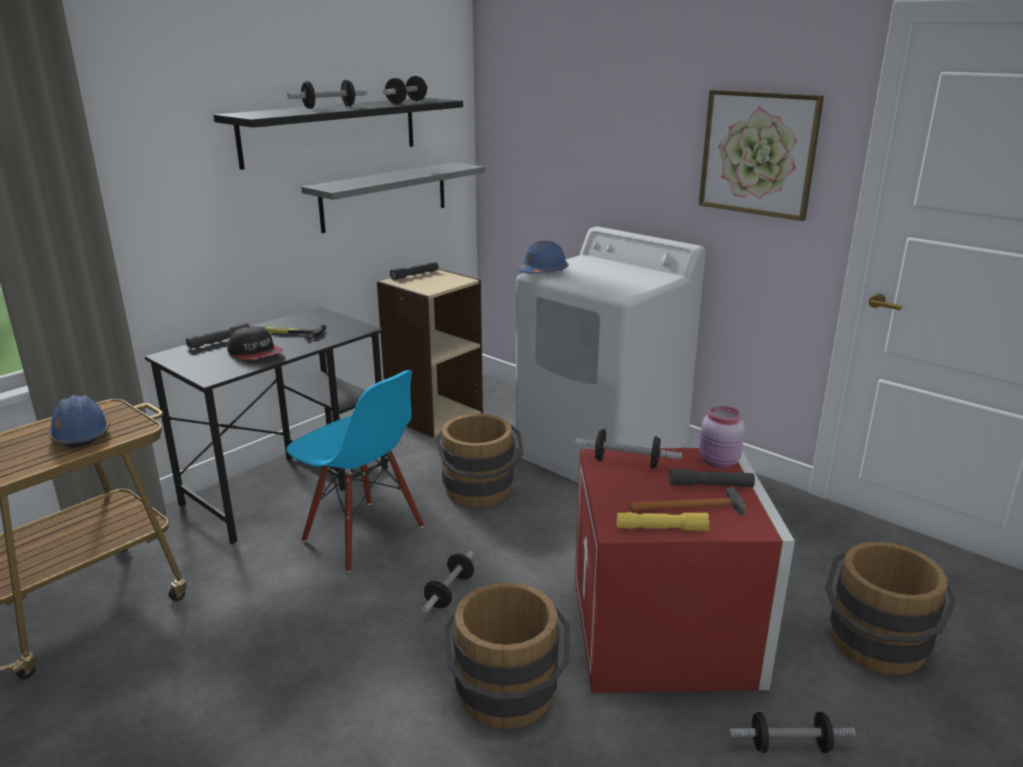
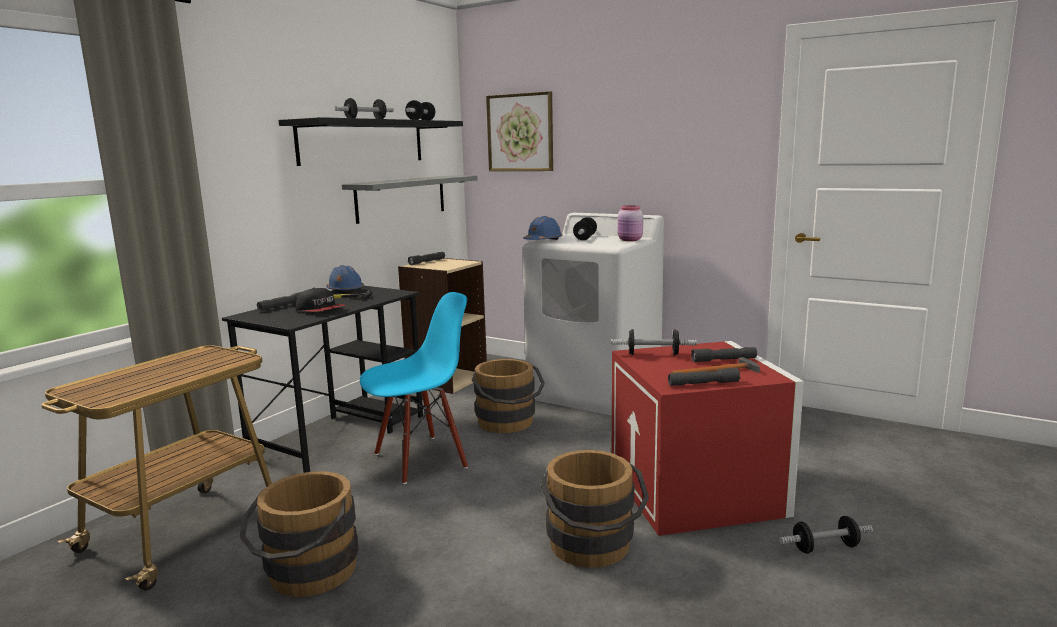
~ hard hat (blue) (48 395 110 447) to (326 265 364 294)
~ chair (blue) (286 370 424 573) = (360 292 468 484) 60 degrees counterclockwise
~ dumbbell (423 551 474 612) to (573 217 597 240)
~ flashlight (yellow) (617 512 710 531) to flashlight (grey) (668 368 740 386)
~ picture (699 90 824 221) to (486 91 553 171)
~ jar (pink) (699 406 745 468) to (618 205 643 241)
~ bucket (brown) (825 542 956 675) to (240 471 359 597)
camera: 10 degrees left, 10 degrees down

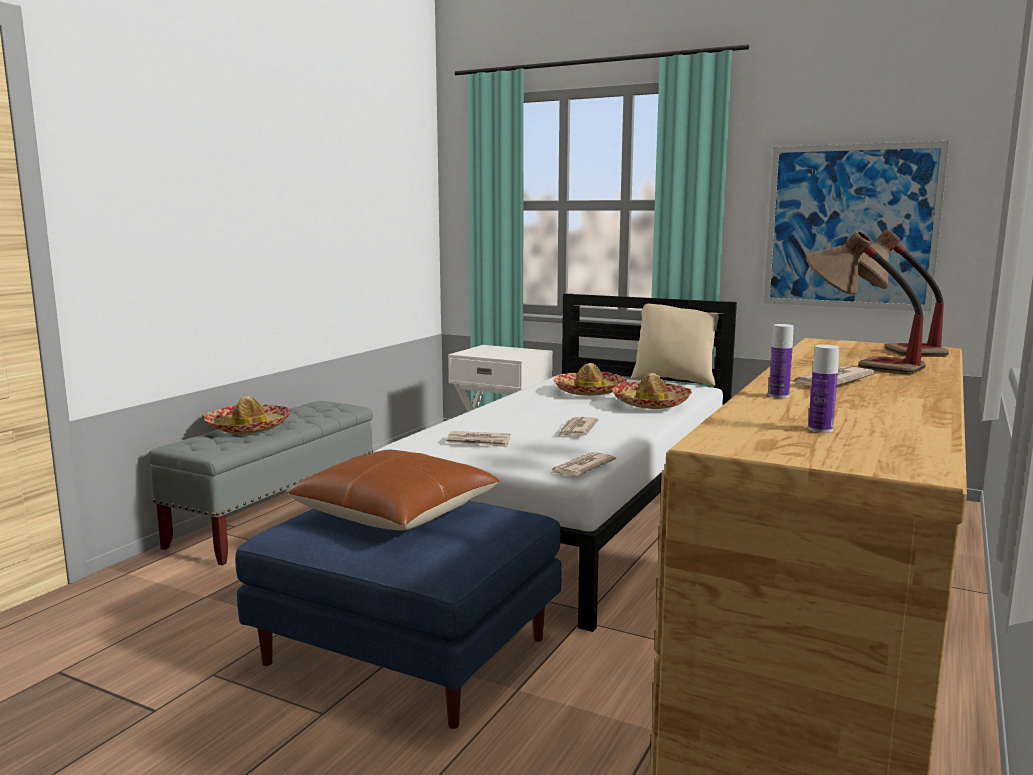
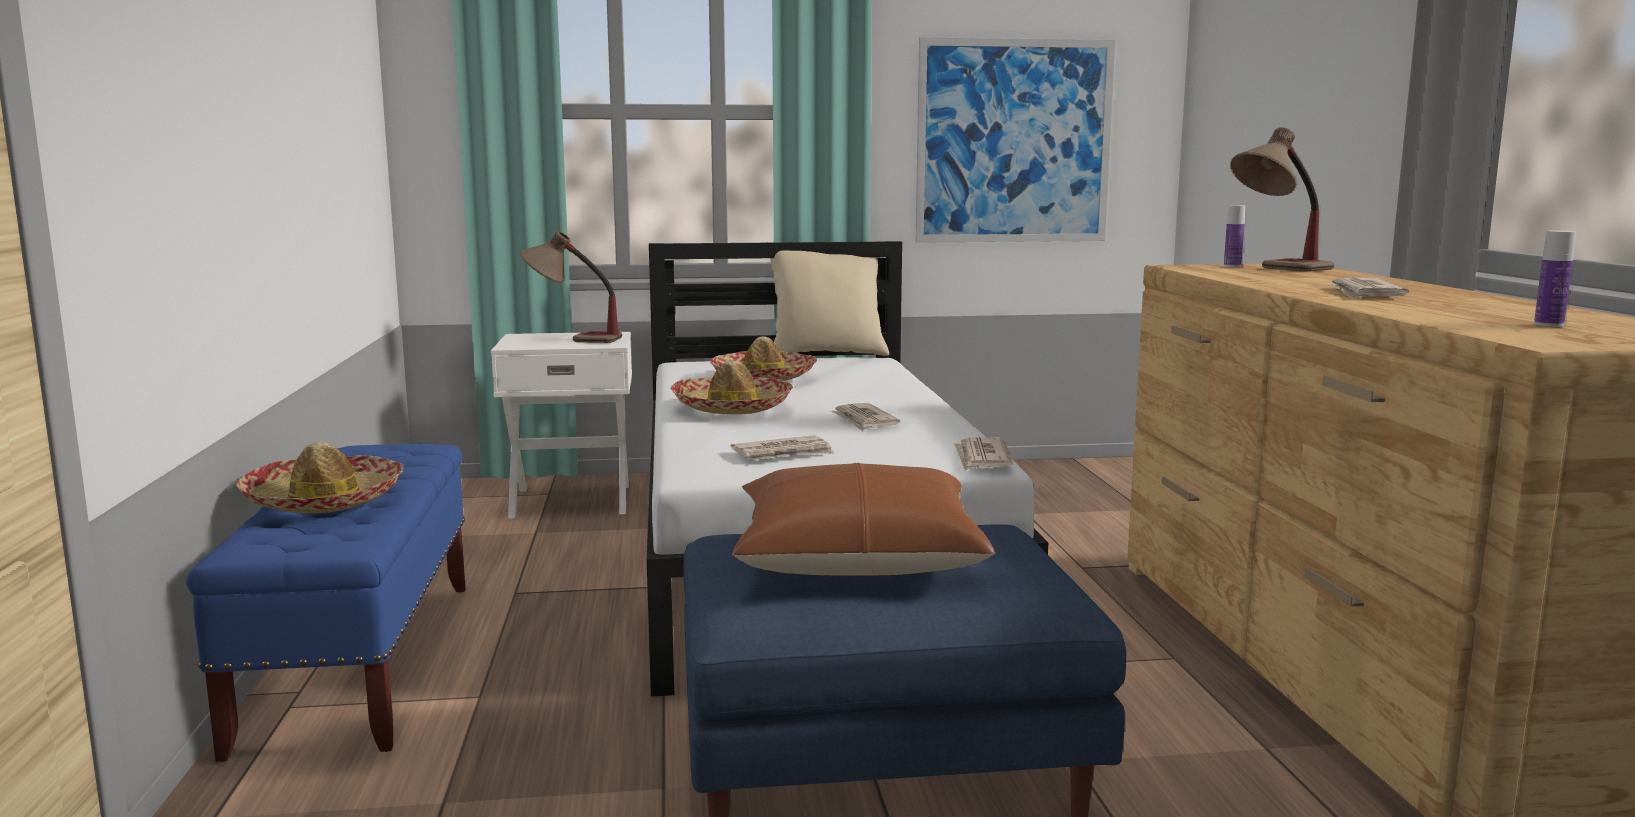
~ bench (grey) (148 401 373 566) to bench (blue) (186 443 465 762)
~ hat (611 373 692 409) to (670 360 793 415)
~ bottle (769 324 794 398) to (1224 205 1245 267)
~ table lamp (806 231 926 375) to (520 231 622 343)
camera: 35 degrees left, 0 degrees up

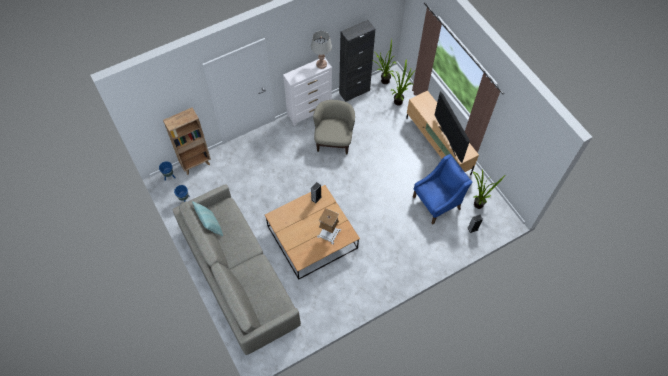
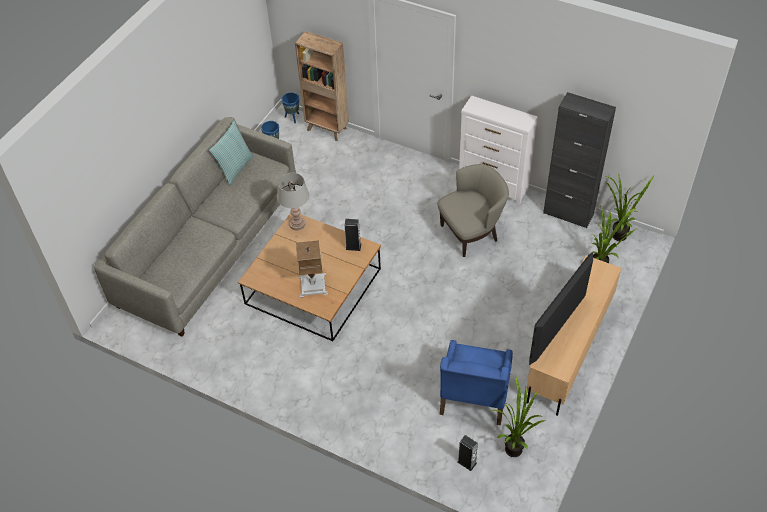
~ table lamp (grey) (311 31 332 69) to (277 173 309 231)
~ armchair (blue) (413 154 472 224) = (440 340 513 425) 75 degrees clockwise
camera: 60 degrees right, 10 degrees down

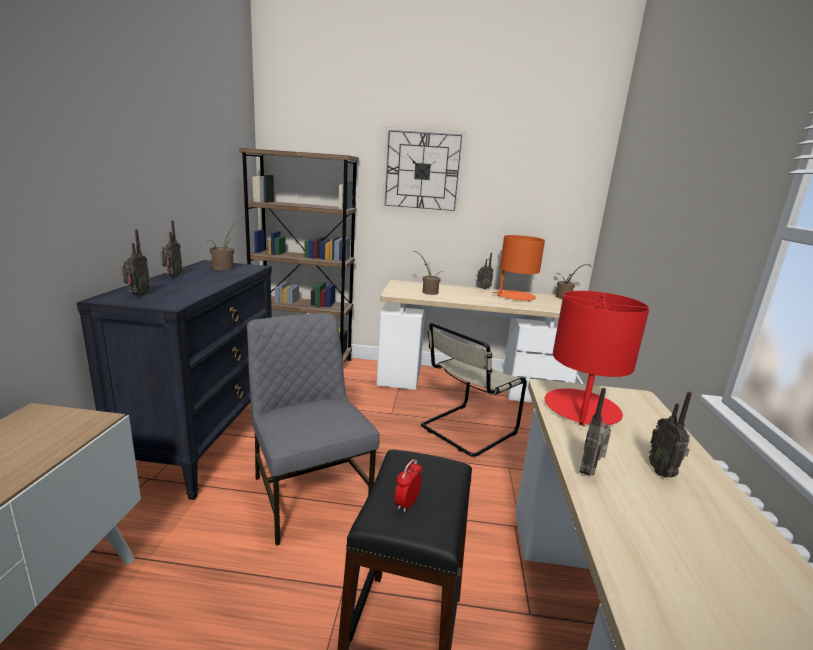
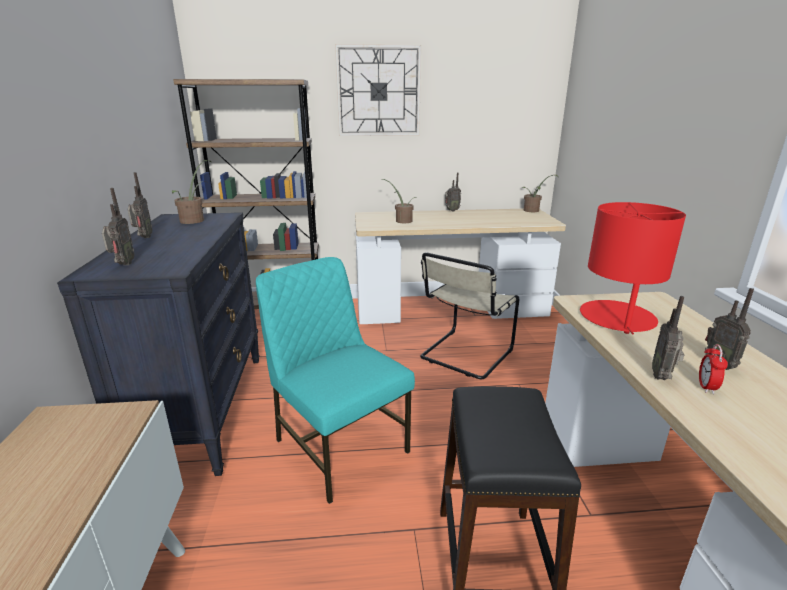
~ chair (grey) (247 313 380 546) to chair (turquoise) (256 257 415 504)
~ alarm clock (395 459 422 512) to (699 344 728 394)
- table lamp (orange) (492 235 545 302)
camera: 10 degrees left, 5 degrees up

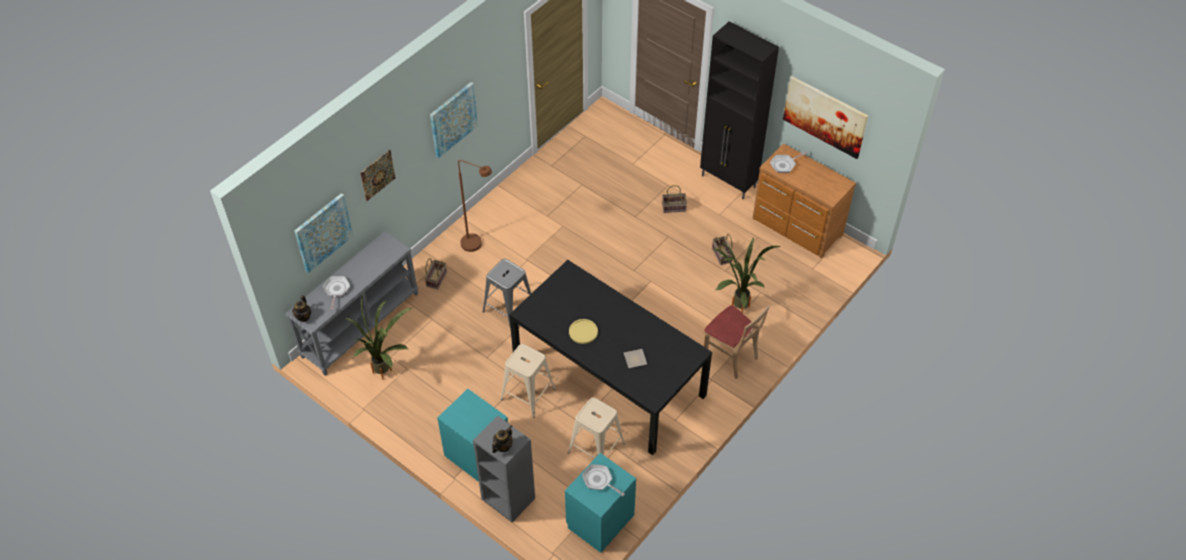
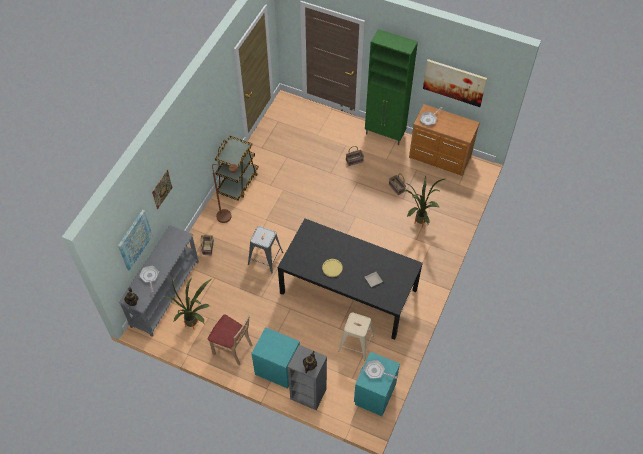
- picture (430 82 478 158)
- stool (beige) (501 344 556 417)
~ cabinet (black) (700 22 779 199) to cabinet (green) (365 29 418 145)
~ chair (beige) (704 305 770 379) to (208 314 252 365)
+ cart (brown) (215 136 259 201)
camera: 15 degrees left, 5 degrees up

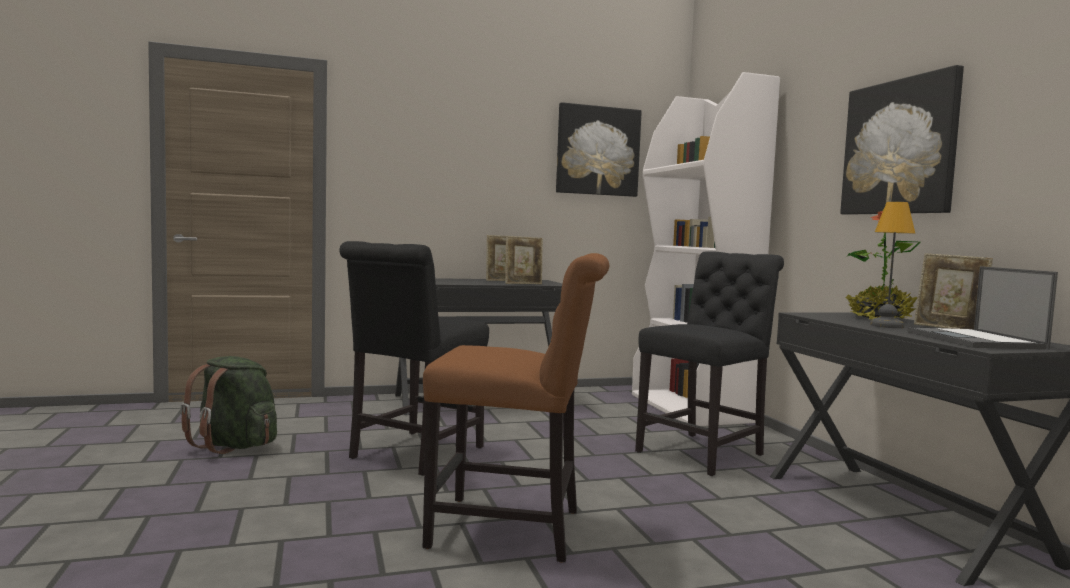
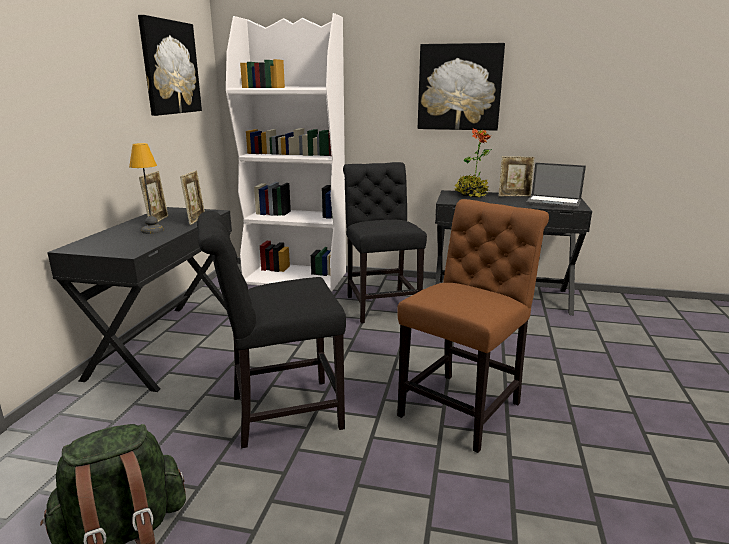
~ chair (black) (340 241 489 476) = (197 211 346 448) 105 degrees clockwise
~ table lamp (870 202 915 328) to (129 143 164 234)
camera: 60 degrees left, 15 degrees up

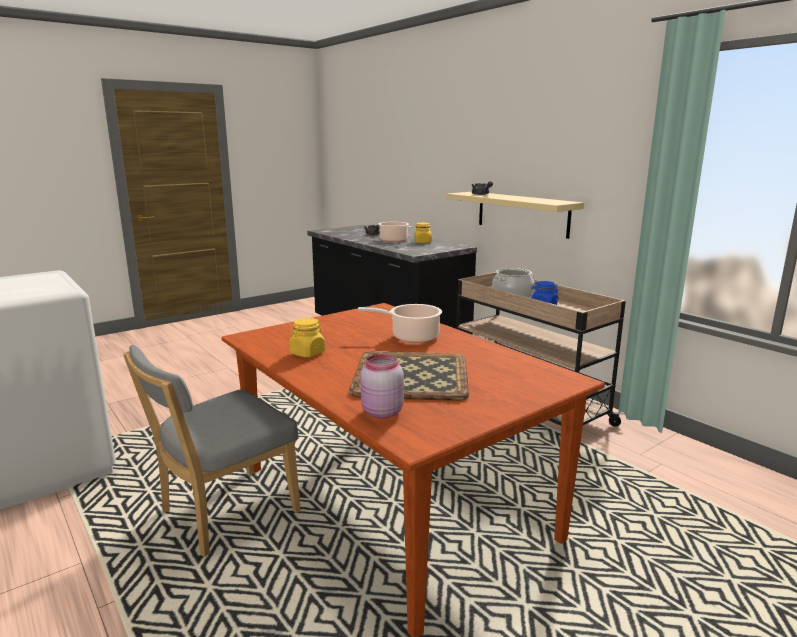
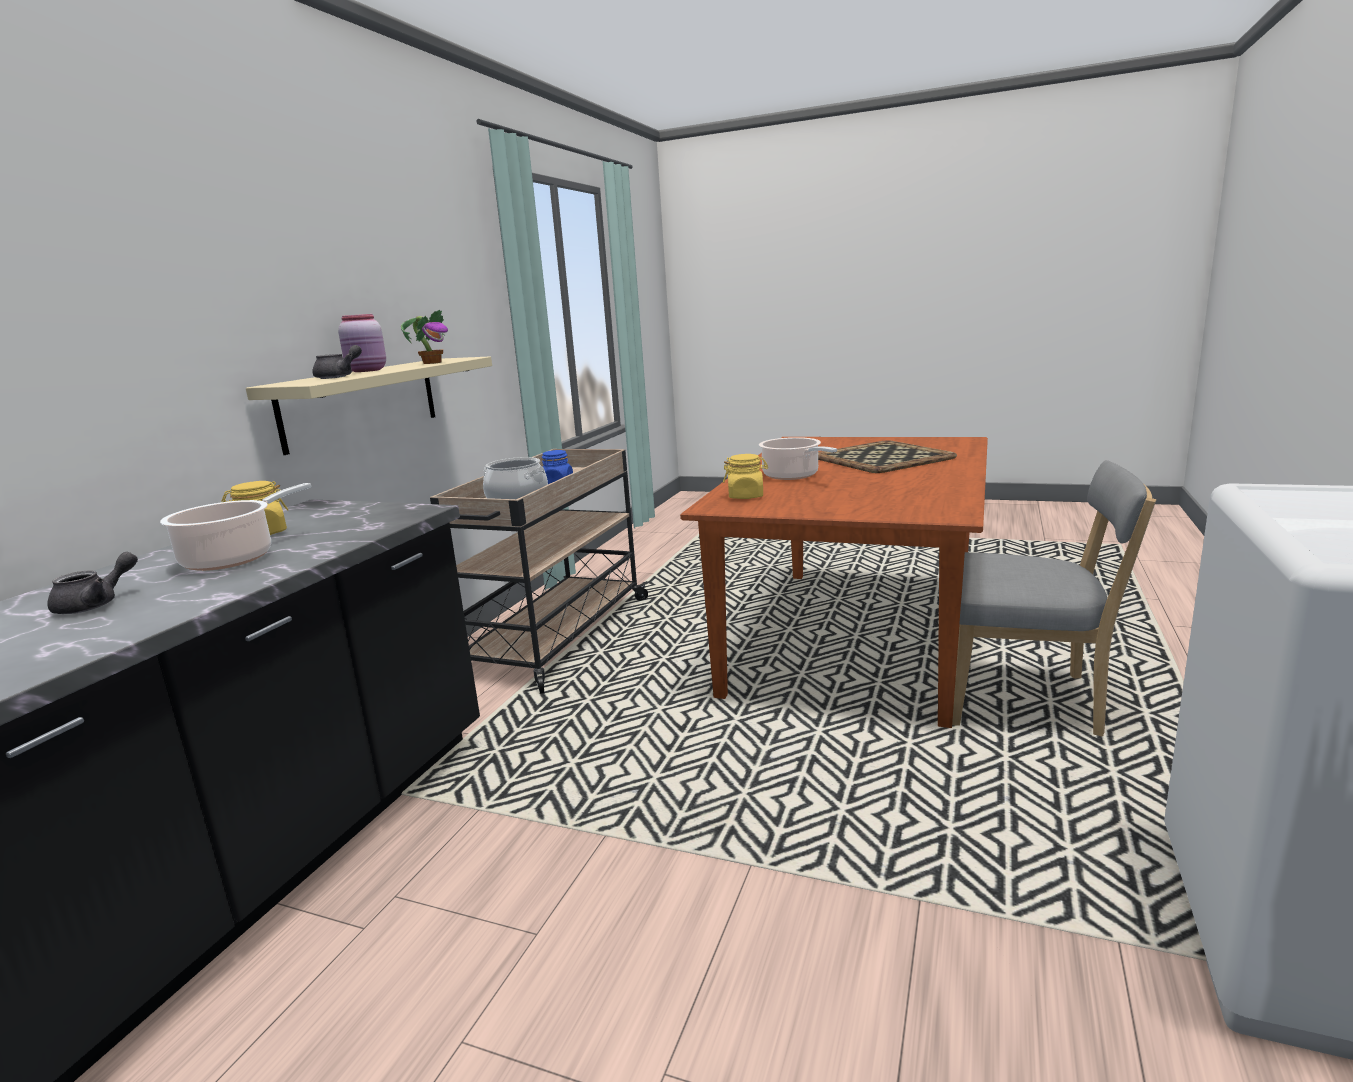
~ jar (yellow) (289 318 325 357) to (723 454 768 499)
~ jar (pink) (360 354 404 419) to (338 314 386 372)
+ potted plant (401 309 448 364)
camera: 120 degrees left, 0 degrees up

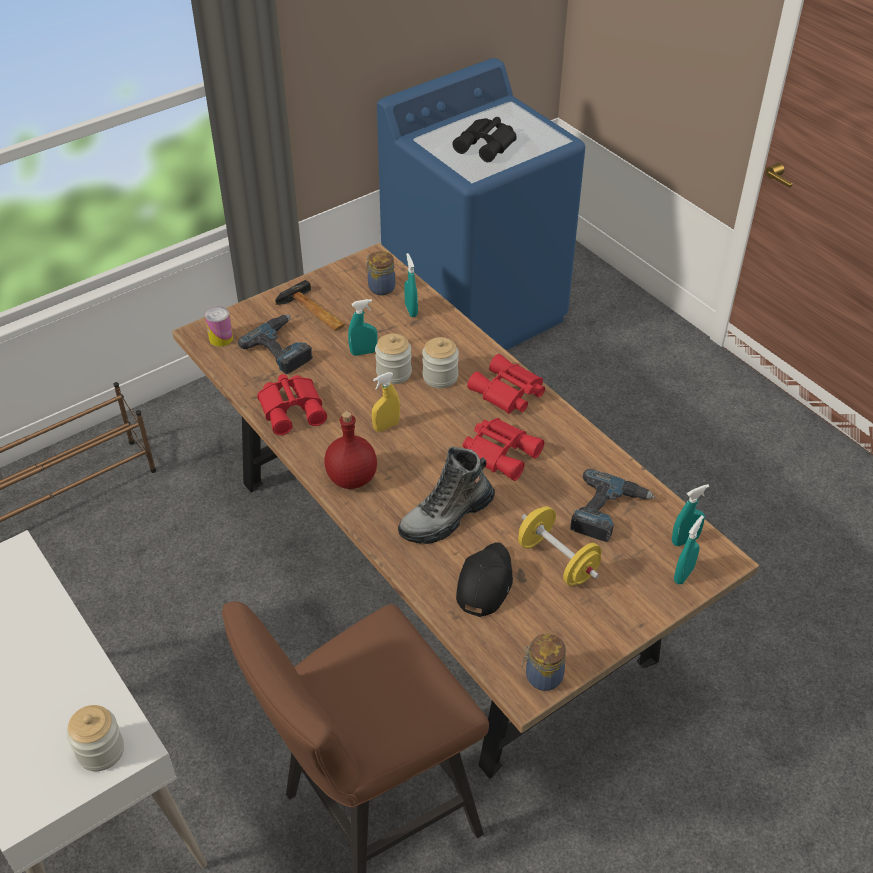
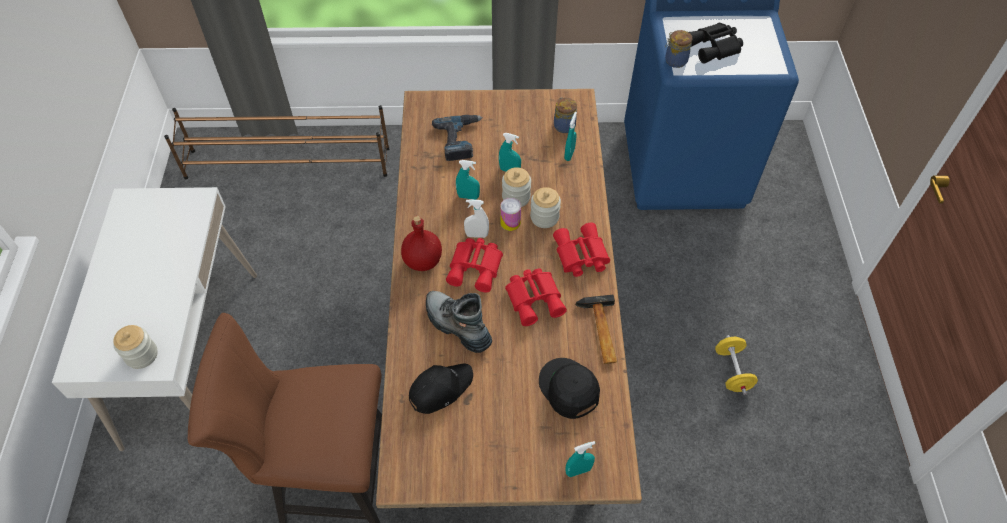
~ can (205 306 233 347) to (501 198 521 231)
~ binoculars (red) (257 374 327 435) to (446 238 503 292)
~ hammer (275 280 345 331) to (576 294 617 364)
~ spray bottle (yellow) (372 372 400 432) to spray bottle (white) (464 199 489 238)
~ boot (398 447 495 544) = (426 291 492 353) 45 degrees clockwise
~ dumbbell (yellow) (518 506 602 586) to (715 335 758 395)
~ jar (522 634 566 691) to (665 30 693 68)
~ power drill (570 469 655 542) to cap (black) (539 358 600 419)
~ spray bottle (turquoise) (672 484 709 546) to (456 160 480 200)
camera: 35 degrees right, 10 degrees up

